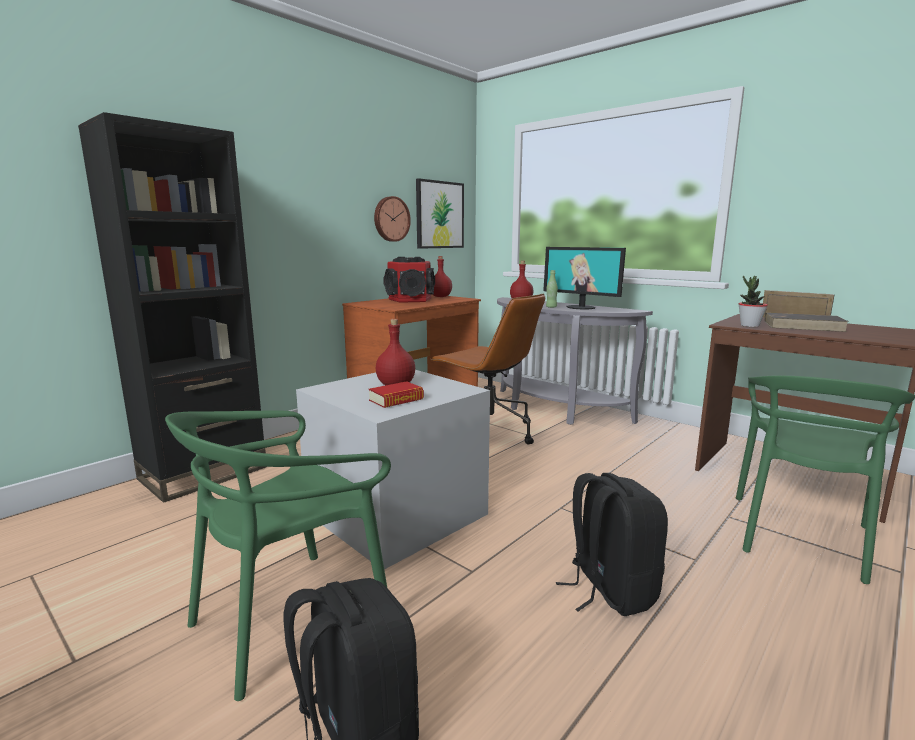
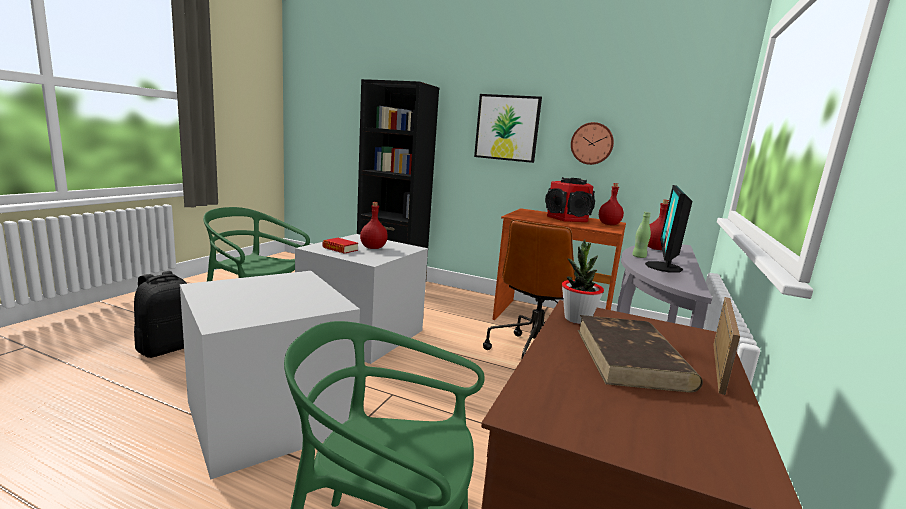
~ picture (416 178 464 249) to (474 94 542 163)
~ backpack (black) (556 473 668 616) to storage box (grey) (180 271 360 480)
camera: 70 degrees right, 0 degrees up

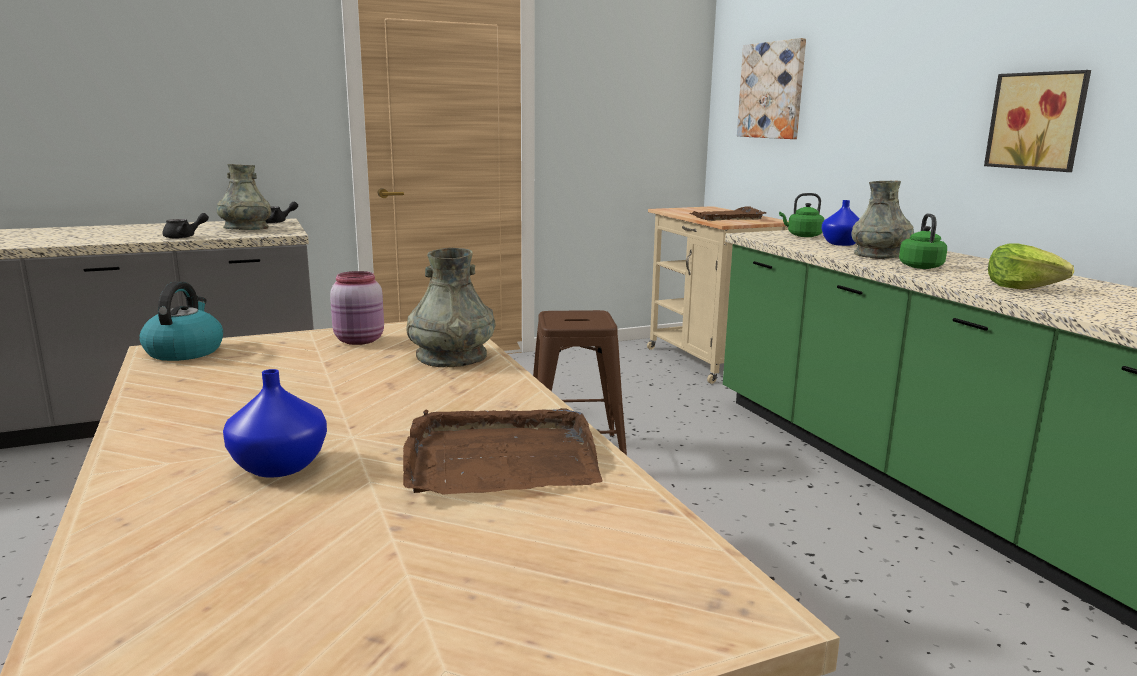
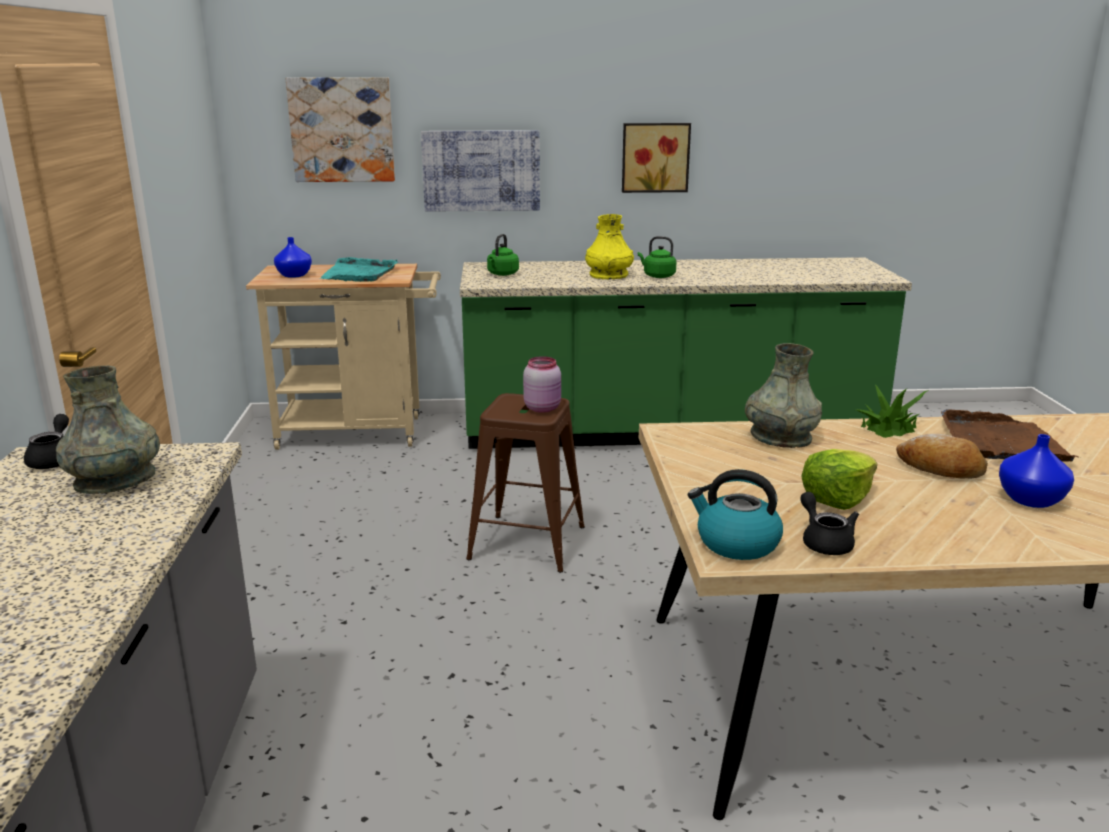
~ teapot (black) (163 213 209 239) to (801 492 859 555)
~ jar (pink) (330 271 384 345) to (523 356 561 413)
~ tray (brown) (690 206 767 221) to tray (turquoise) (320 257 398 282)
~ vase (blue) (822 200 860 246) to (274 237 312 278)
~ vase (grey) (851 181 914 259) to vase (yellow) (585 214 634 279)
~ lettuce (988 244 1074 290) to (801 449 877 510)
+ picture (421 130 540 211)
+ potted plant (856 385 929 438)
+ bread (896 434 988 479)
camera: 70 degrees left, 5 degrees up

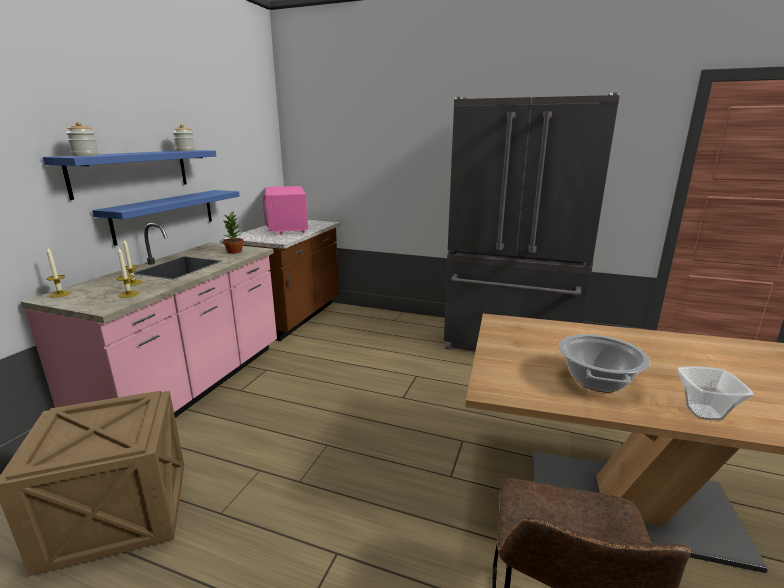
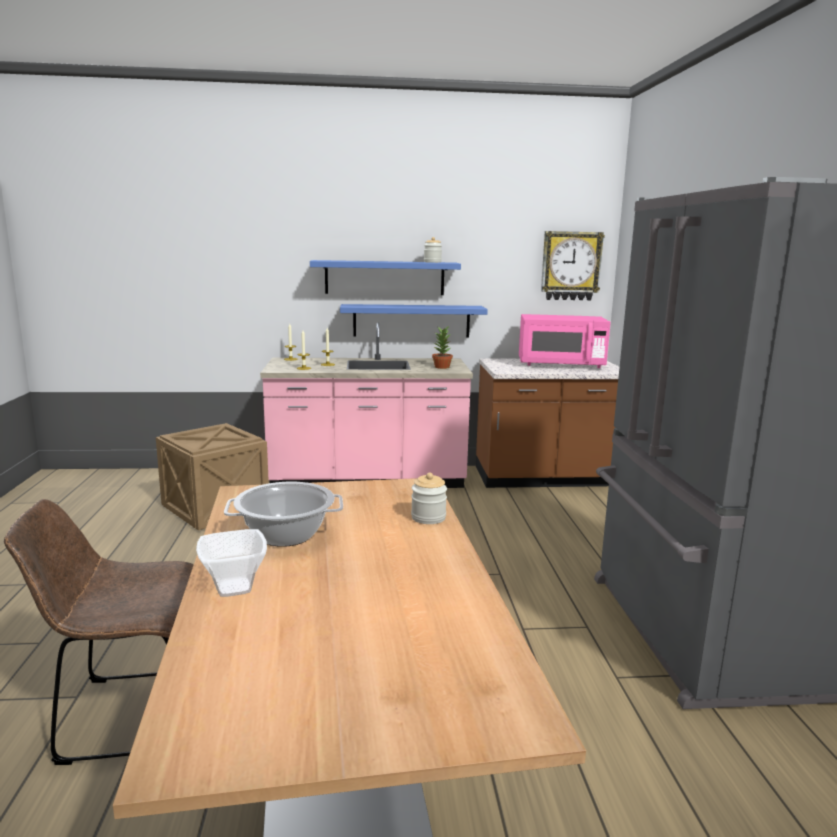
~ jar (66 121 99 156) to (411 472 447 524)
~ microwave (pink) (263 186 308 235) = (519 314 611 368) 135 degrees counterclockwise
+ wall clock (541 231 605 300)
camera: 65 degrees right, 5 degrees down

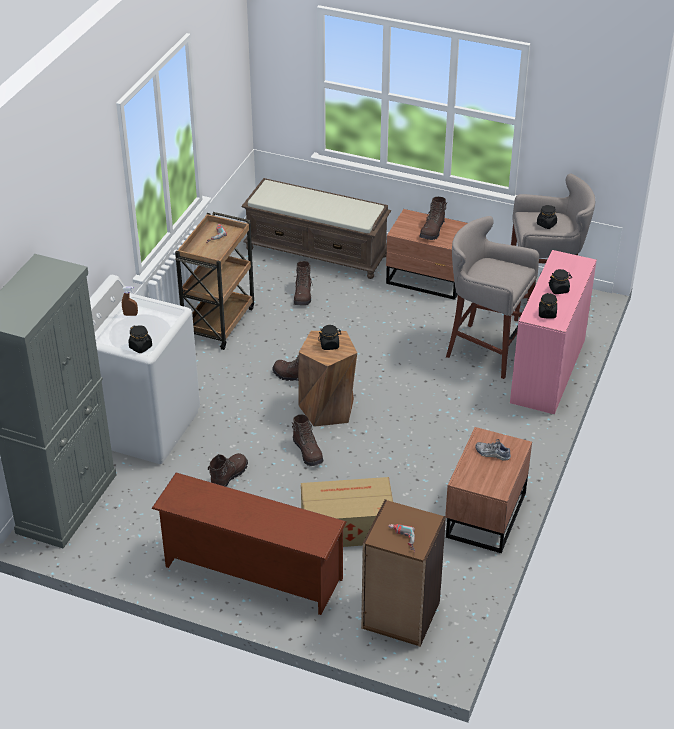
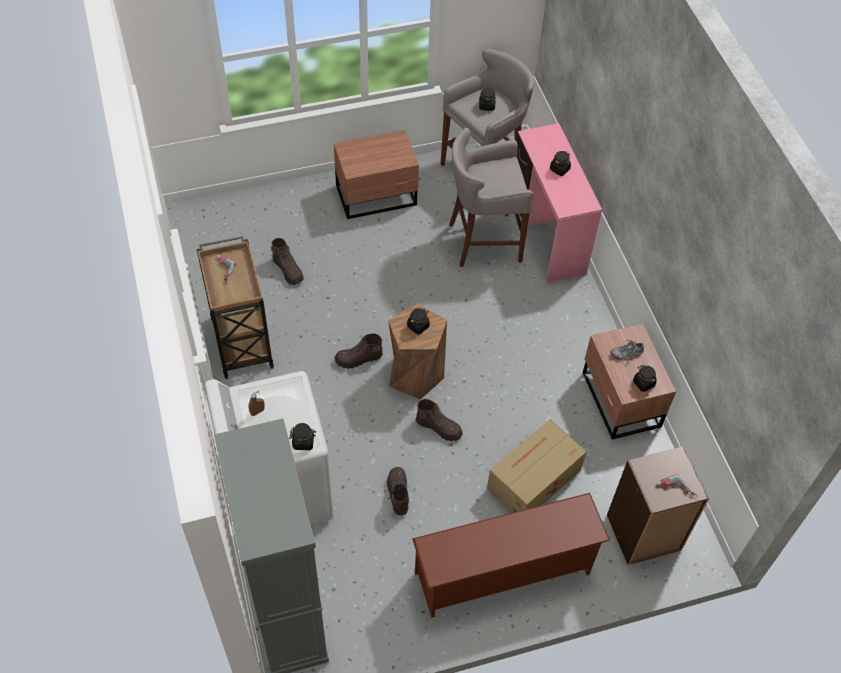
- bench (brown) (241 178 391 279)
- boot (brown) (419 197 447 240)
~ jar (black) (539 293 557 319) to (633 365 657 392)
camera: 40 degrees left, 15 degrees up

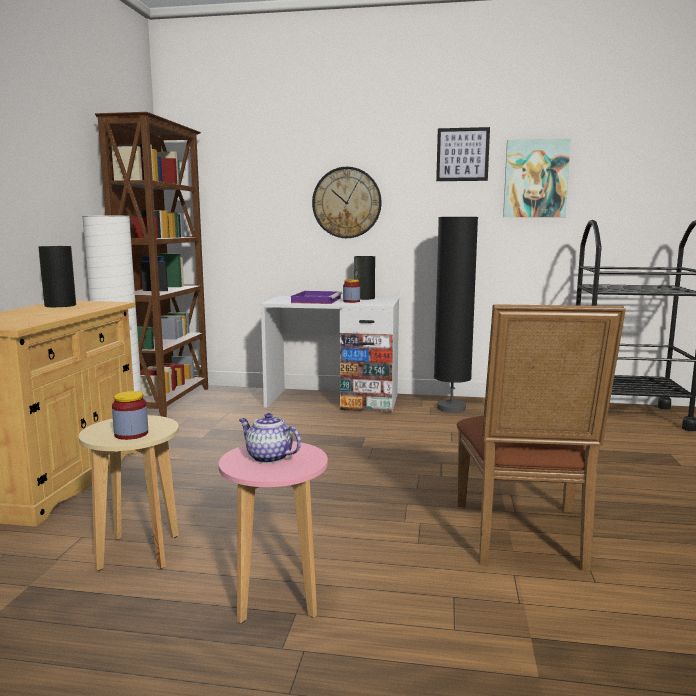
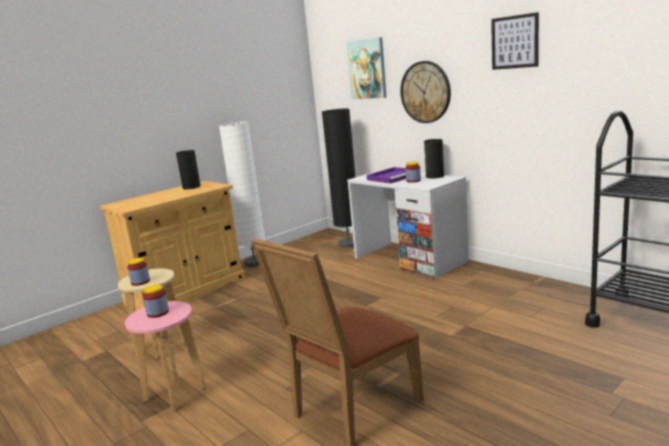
- bookcase (brown) (95 112 208 417)
~ teapot (239 413 301 464) to jar (143 285 169 318)
~ floor lamp (black) (434 217 478 413) to (322 108 355 248)
~ picture (503 138 571 217) to (347 37 386 99)
camera: 40 degrees right, 5 degrees up

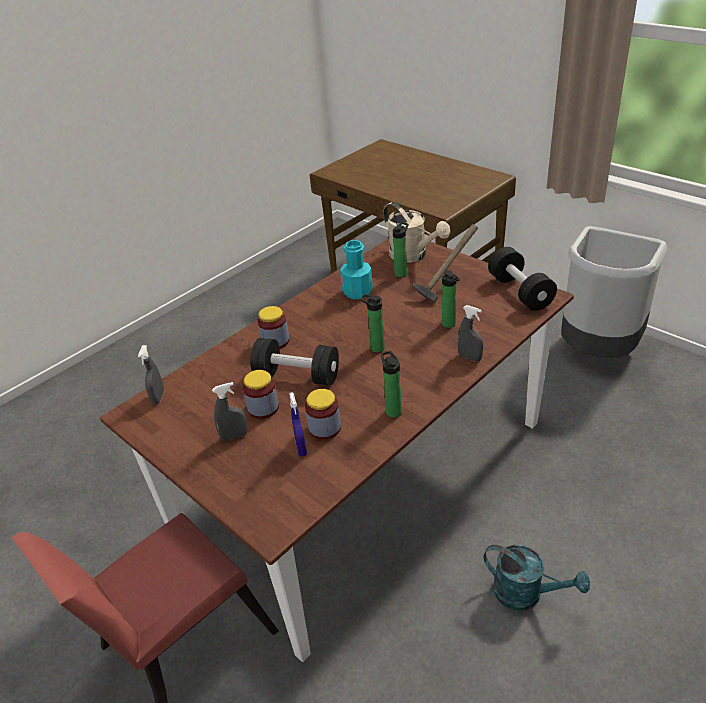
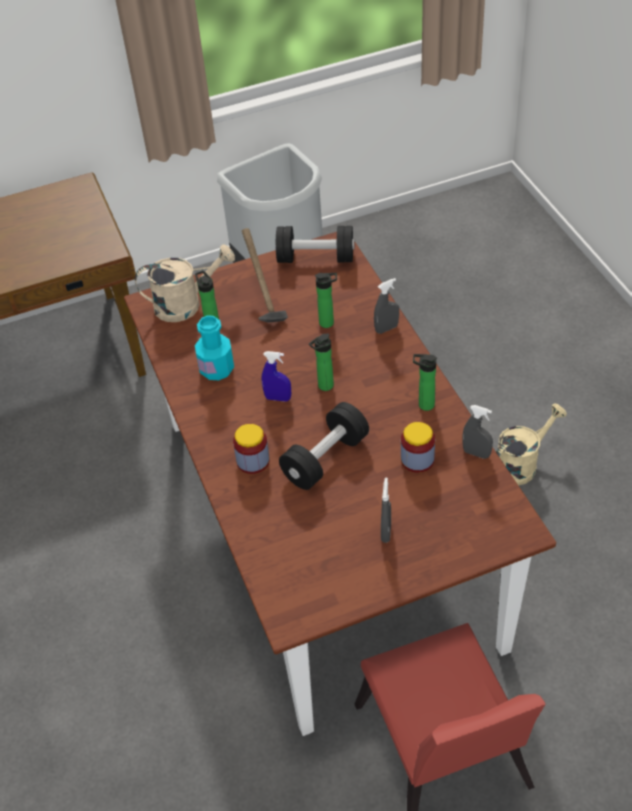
~ spray bottle (grey) (138 345 164 405) to (462 405 493 459)
- jar (243 370 279 419)
~ spray bottle (blue) (289 392 307 457) to (262 351 291 402)
~ watering can (turquoise) (484 545 590 611) to watering can (beige) (496 403 567 486)
camera: 65 degrees left, 10 degrees up

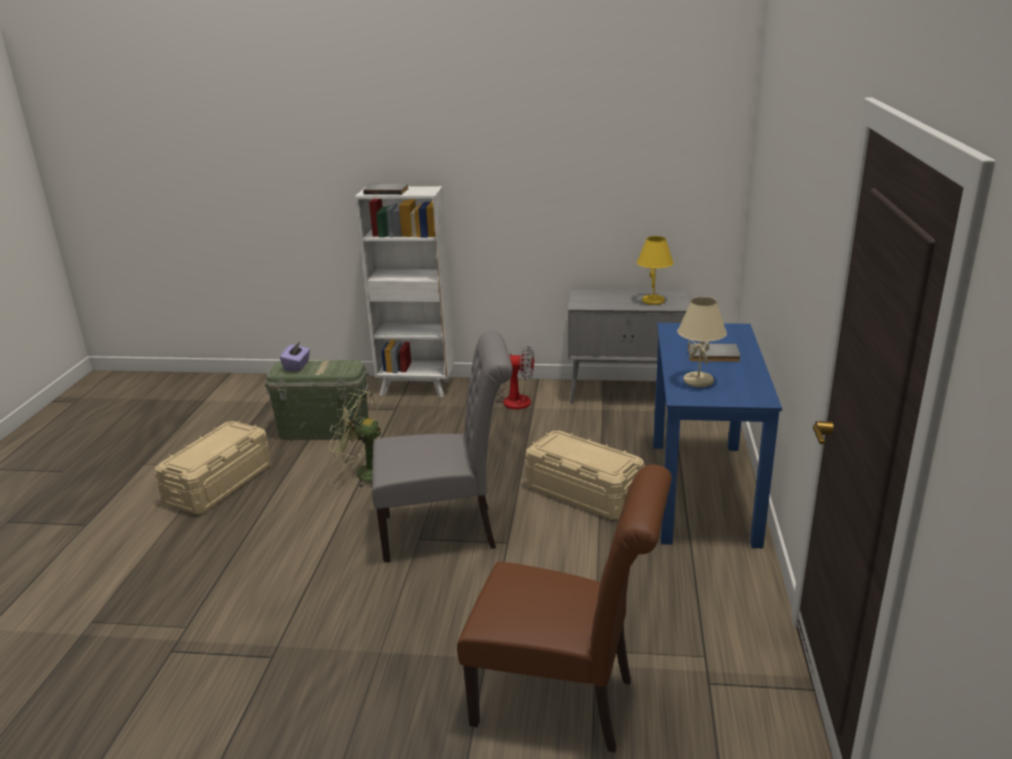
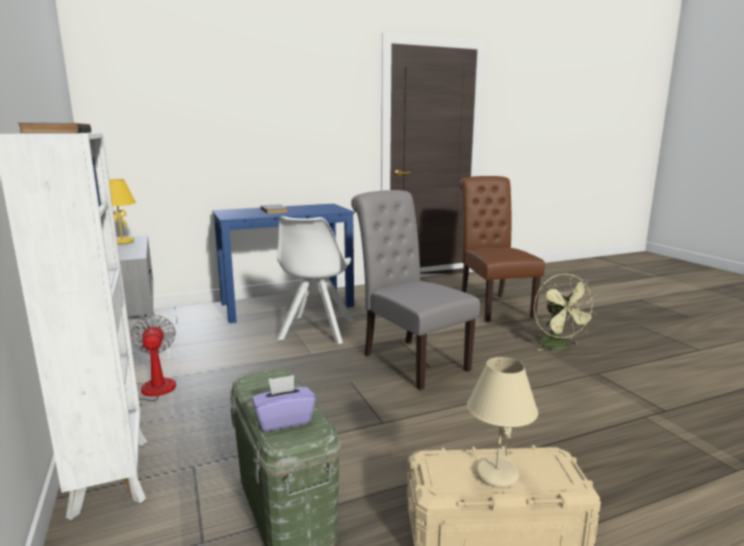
~ fan (green) (329 389 381 488) to (534 273 598 351)
~ storage box (beige) (526 431 645 519) to chair (white) (277 216 354 344)
~ table lamp (beige) (677 297 727 387) to (467 357 538 488)
camera: 120 degrees left, 10 degrees down

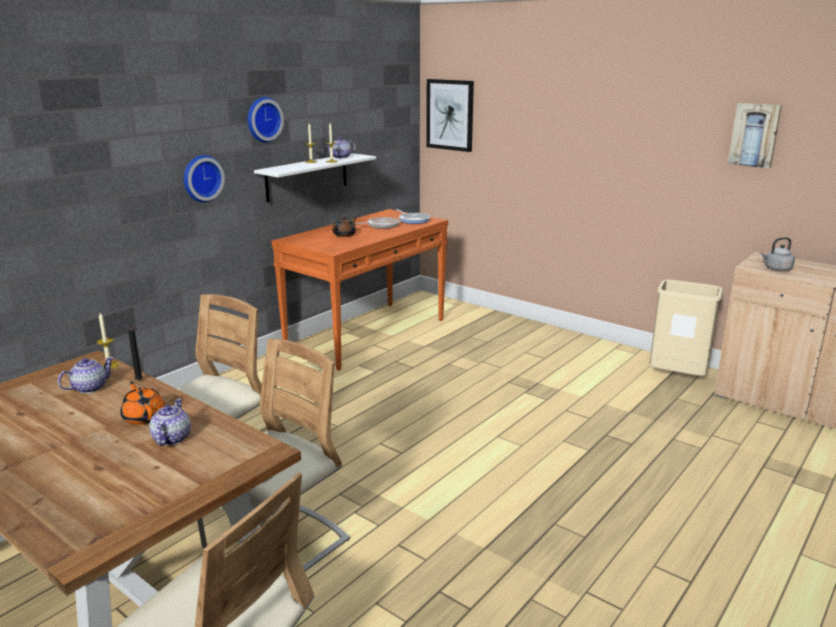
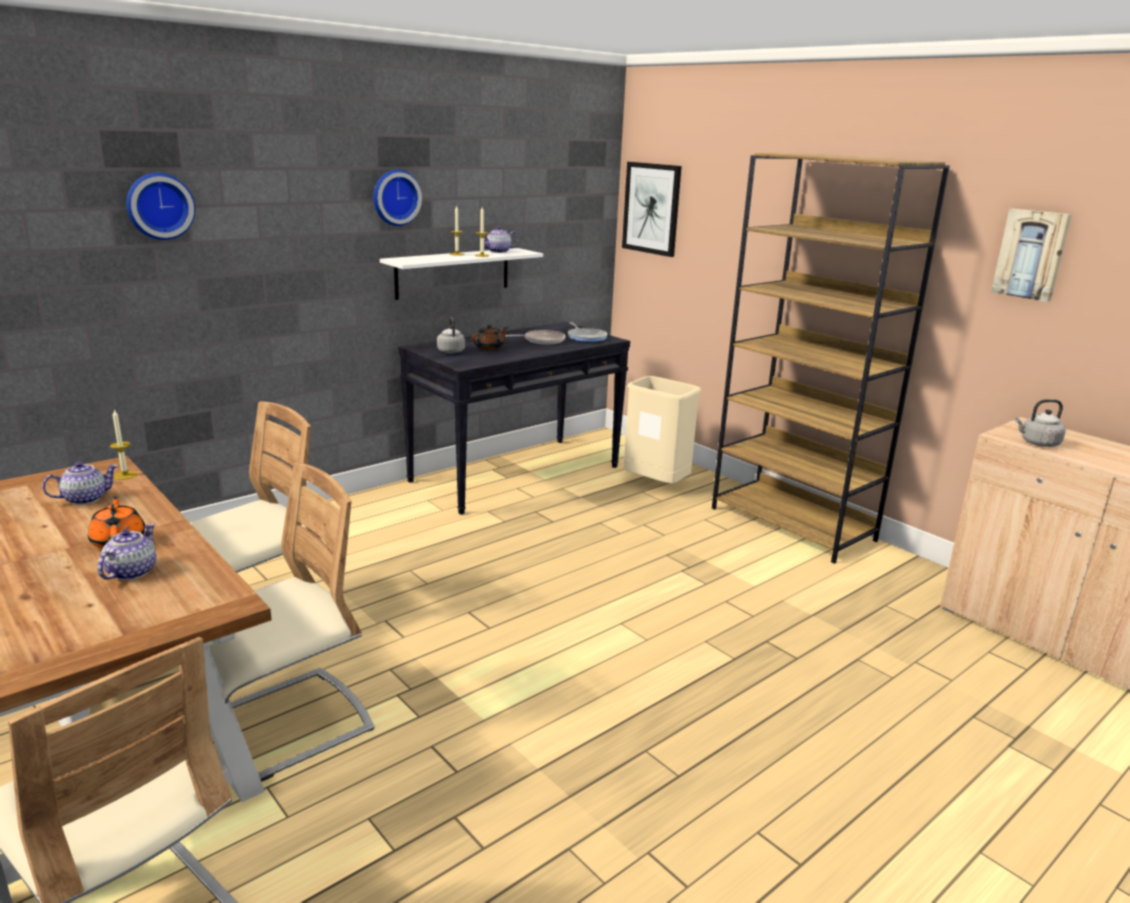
- candle (black) (128 326 143 381)
~ wall clock (184 155 225 202) to (126 173 195 240)
~ console table (orange) (272 209 448 370) to console table (black) (399 322 630 515)
~ trash can (beige) (649 280 723 376) to (624 376 701 484)
+ kettle (grey) (437 317 465 353)
+ bookcase (brown) (712 153 950 564)
camera: 10 degrees right, 0 degrees up

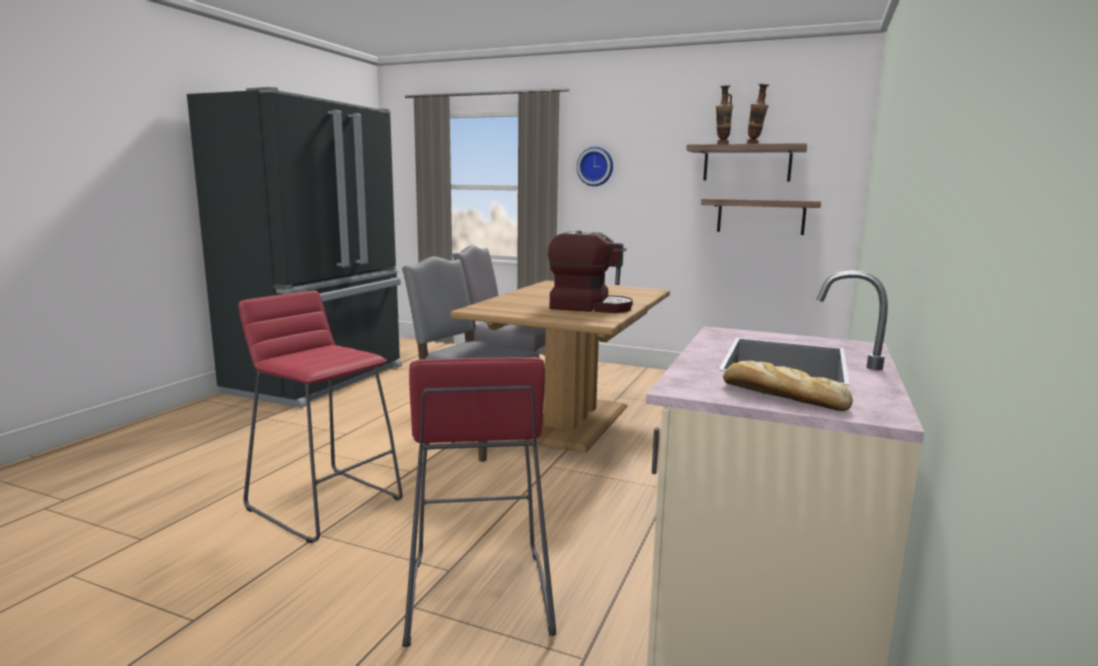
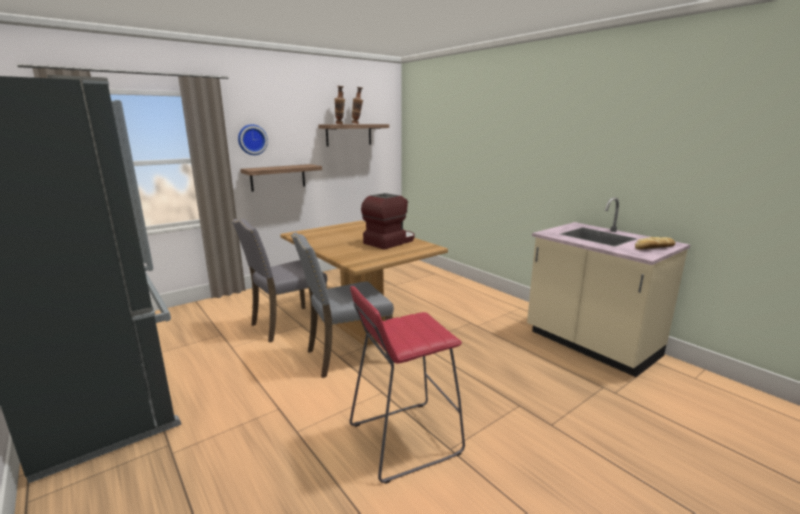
- stool (red) (402 357 556 647)
~ shelf (701 199 821 235) to (240 164 322 192)
camera: 60 degrees left, 5 degrees up

